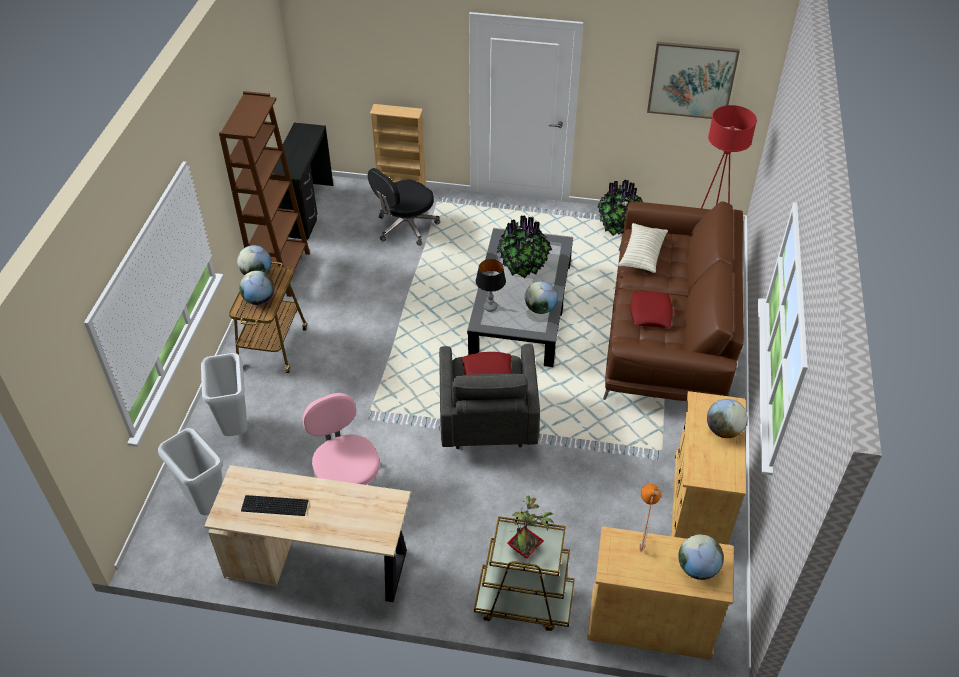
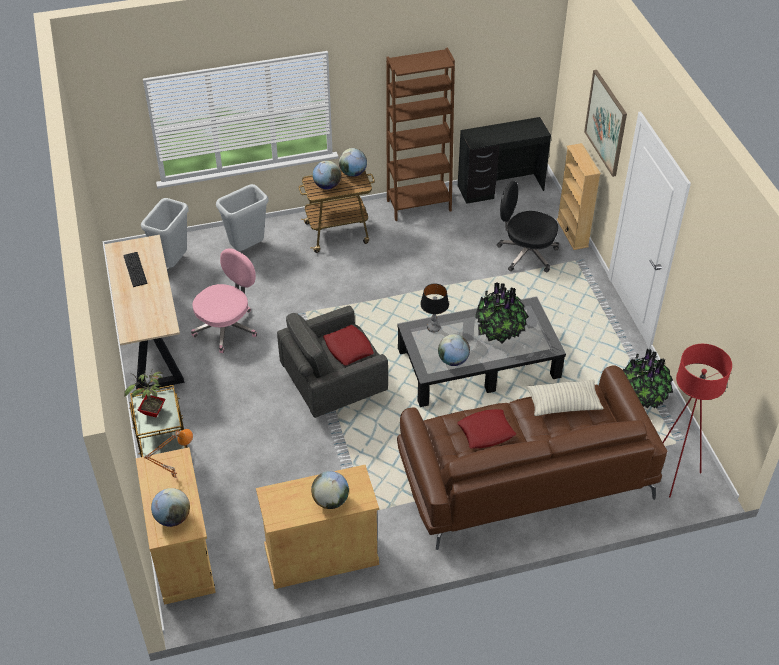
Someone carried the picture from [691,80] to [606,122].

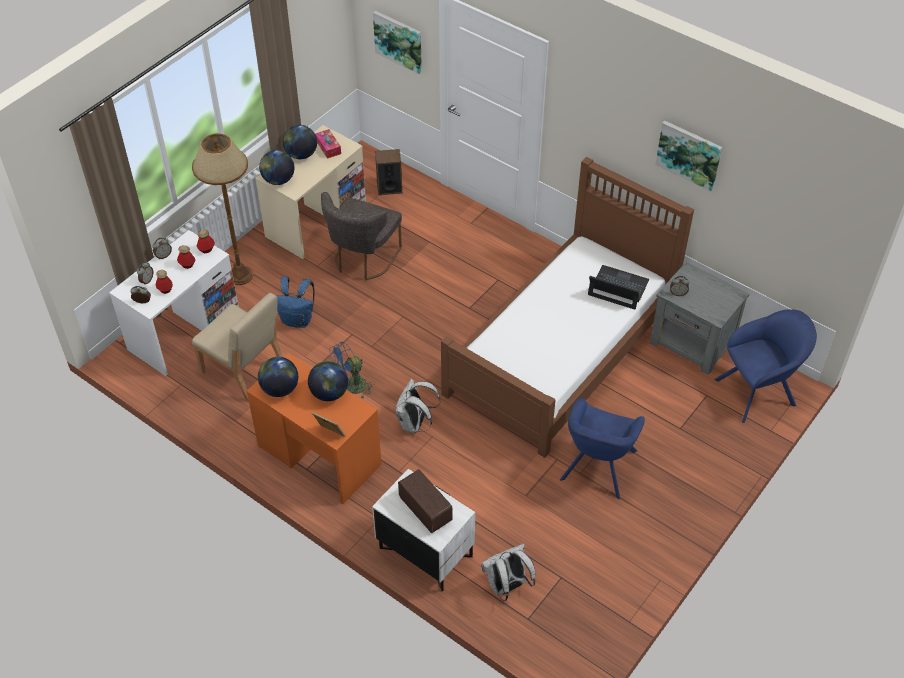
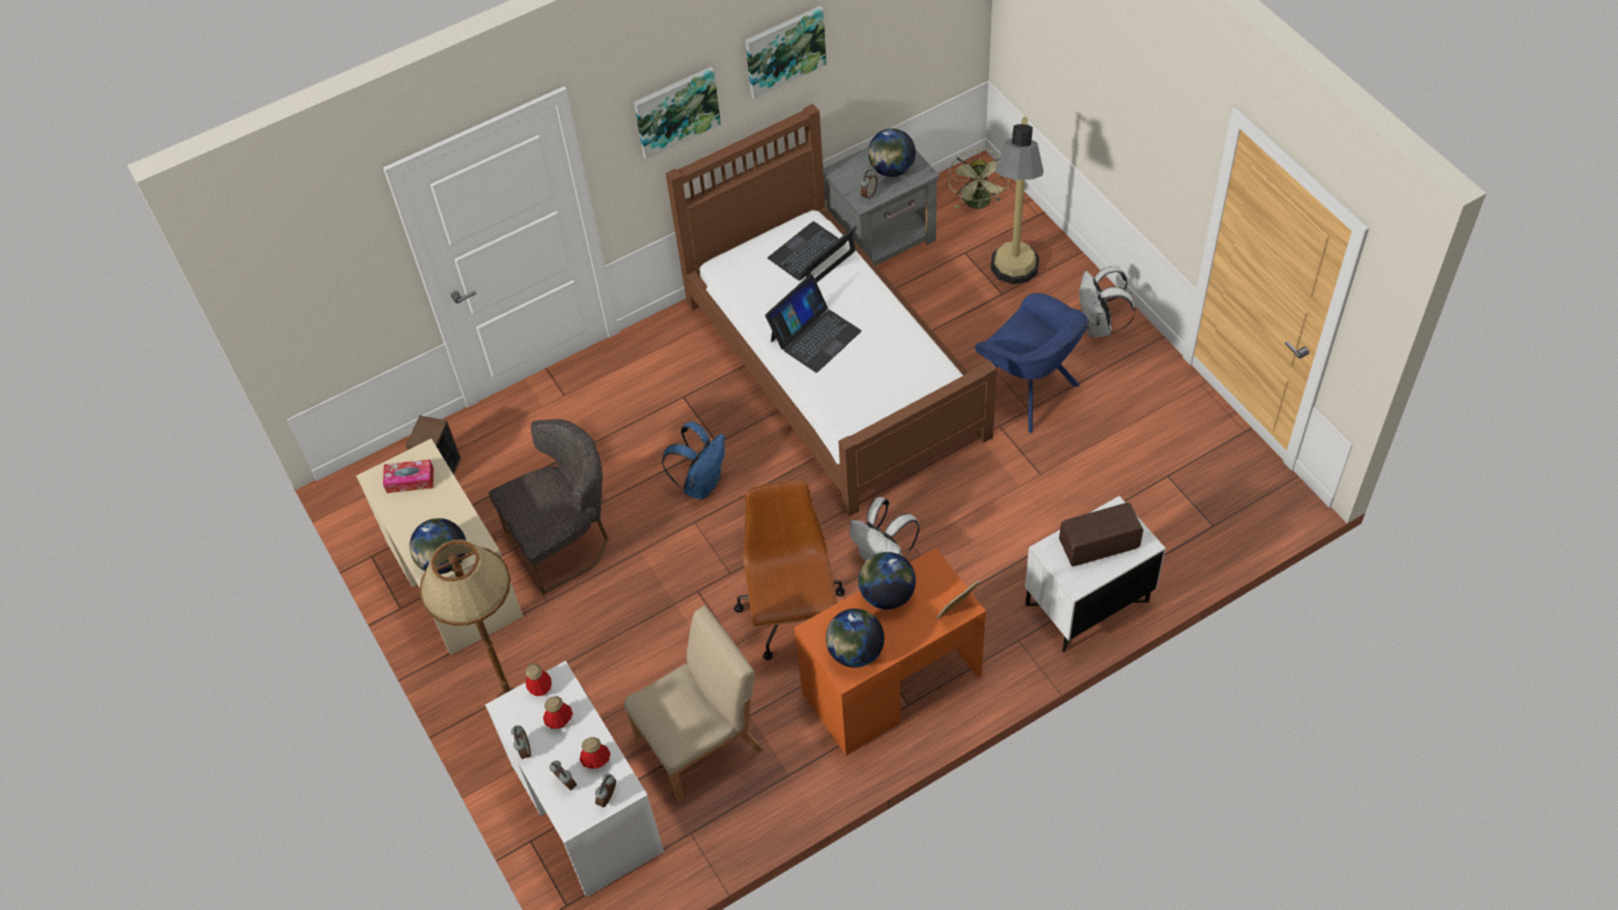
Someone rotated the grey chair at [363,260] by 75 degrees counterclockwise.
Someone carried the picture from [399,41] to [676,111].
Someone carried the blue backpack from [298,320] to [702,483].
Someone swapped the blue fan at [351,388] for the brown office chair at [793,616].
Someone put down the laptop at [814,335].
Someone carried the globe from [301,154] to [891,169].
Someone swapped the blue armchair at [759,391] for the green fan at [979,204].
Someone put down the floor lamp at [1012,283].
Someone carried the white backpack from [507,586] to [1099,326].

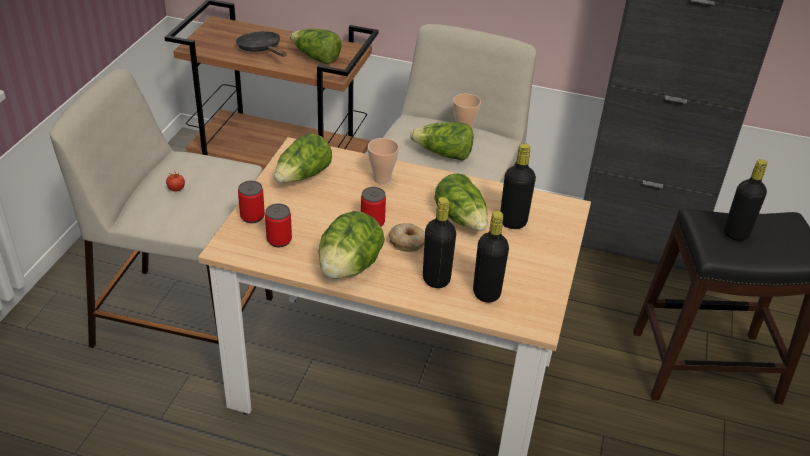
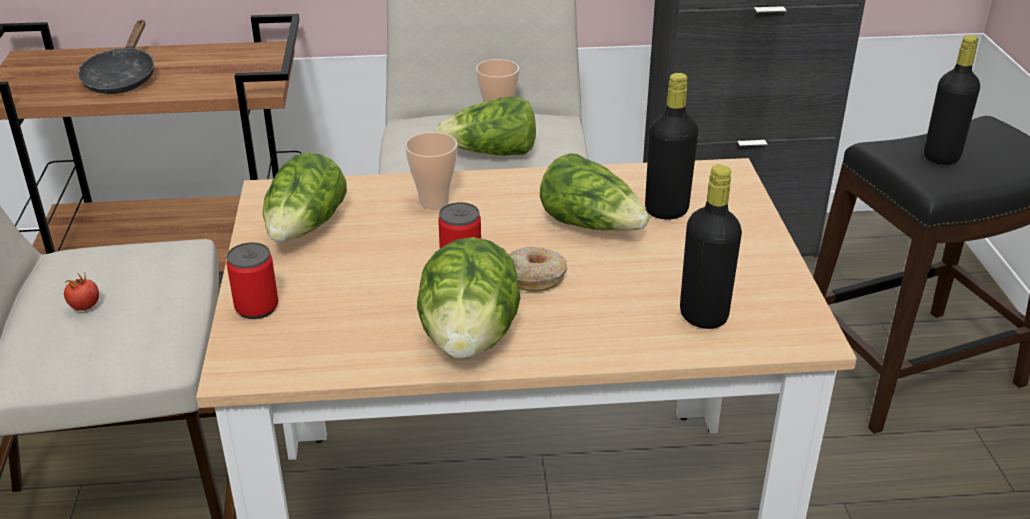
Someone rotated the black frying pan at [261,49] by 120 degrees counterclockwise.
Someone took away the can at [279,240].
Someone took away the lettuce at [316,58].
Someone took away the black bottle at [436,279].

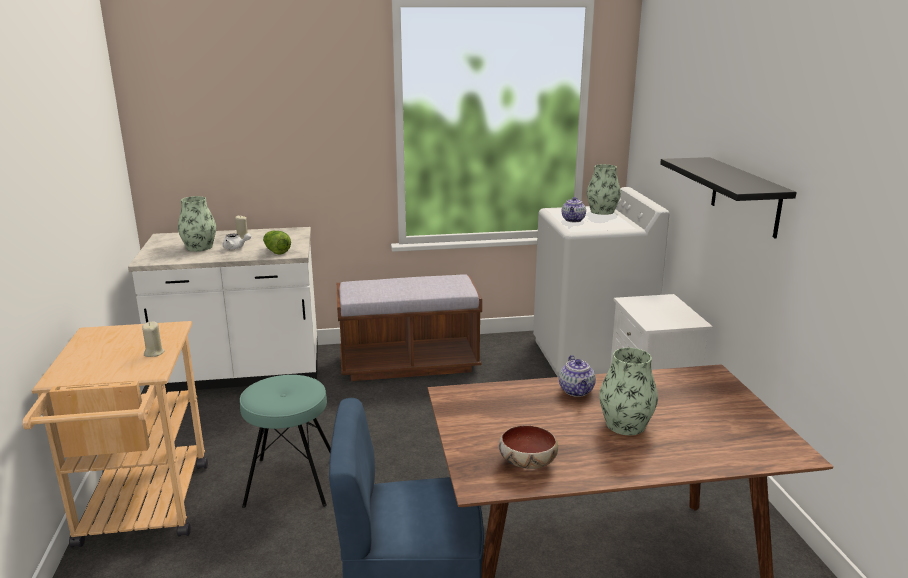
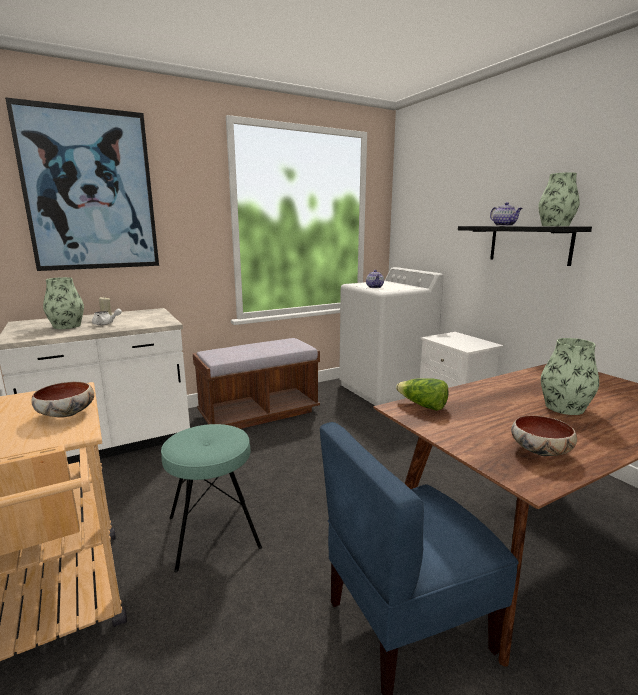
Someone put up the picture at [90,191].
Someone swapped the beige candle at [154,353] for the bowl at [67,414].
Someone carried the lettuce from [276,251] to [422,406].
Someone carried the teapot from [577,391] to [504,225].
Someone carried the vase from [602,211] to [555,226].

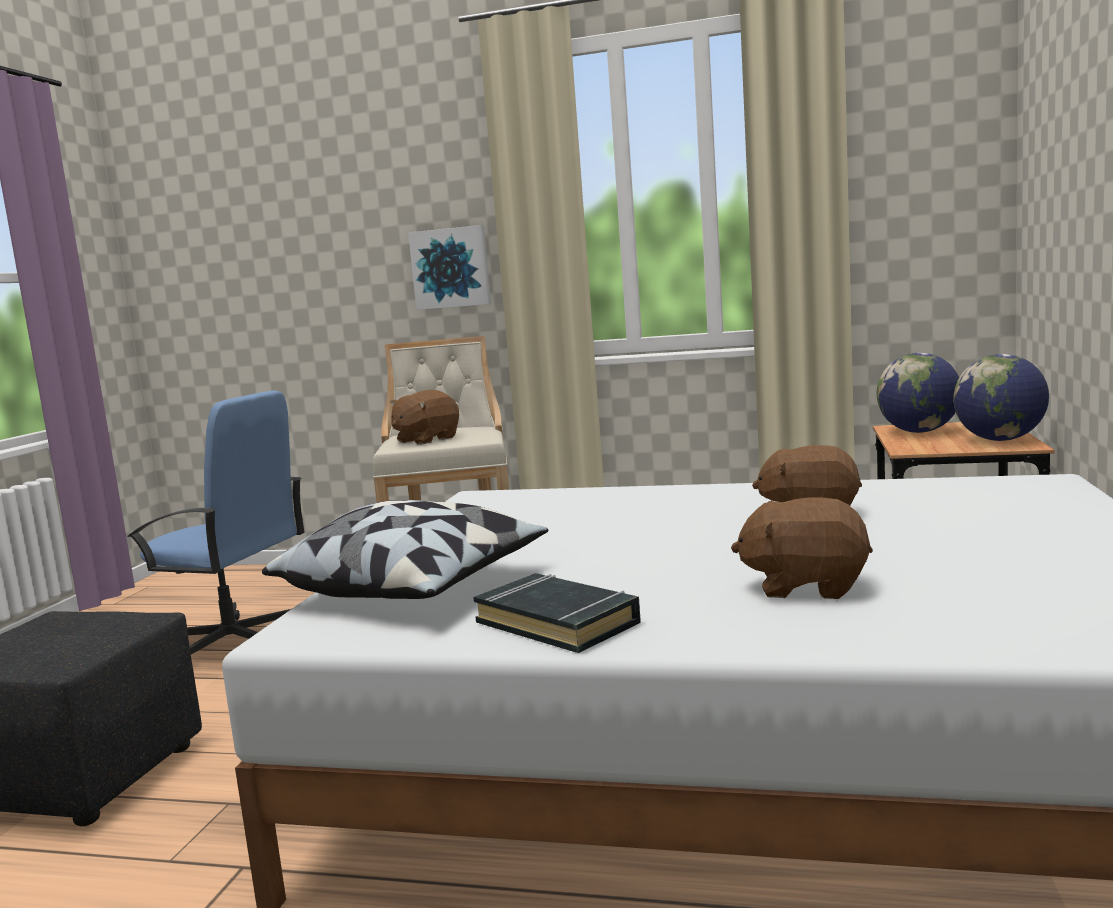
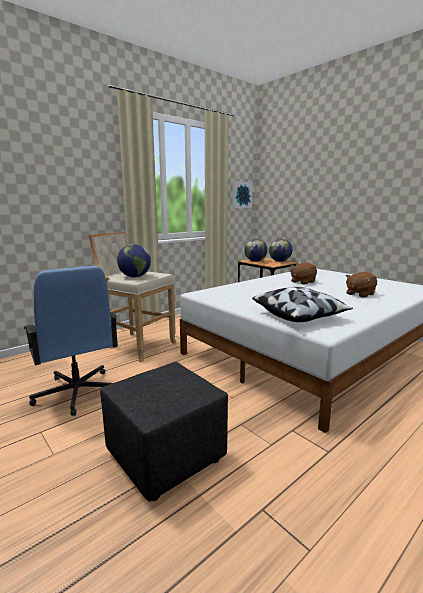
Someone rotated the blue office chair at [233,644] by 90 degrees clockwise.
Someone swapped the brown plush toy at [426,440] for the globe at [135,277].
Someone carried the picture from [451,268] to [241,195].
Someone took away the black book at [558,622].

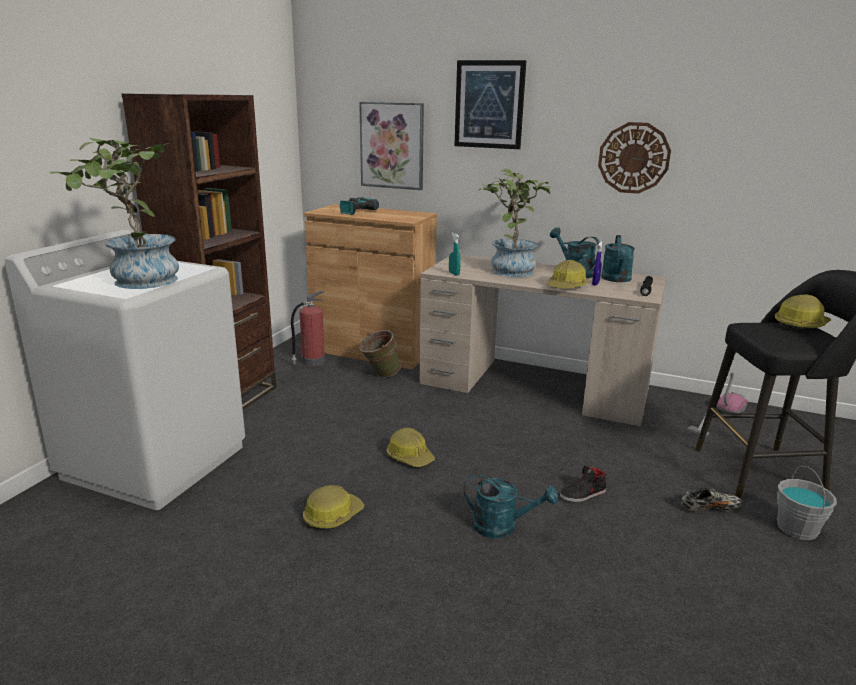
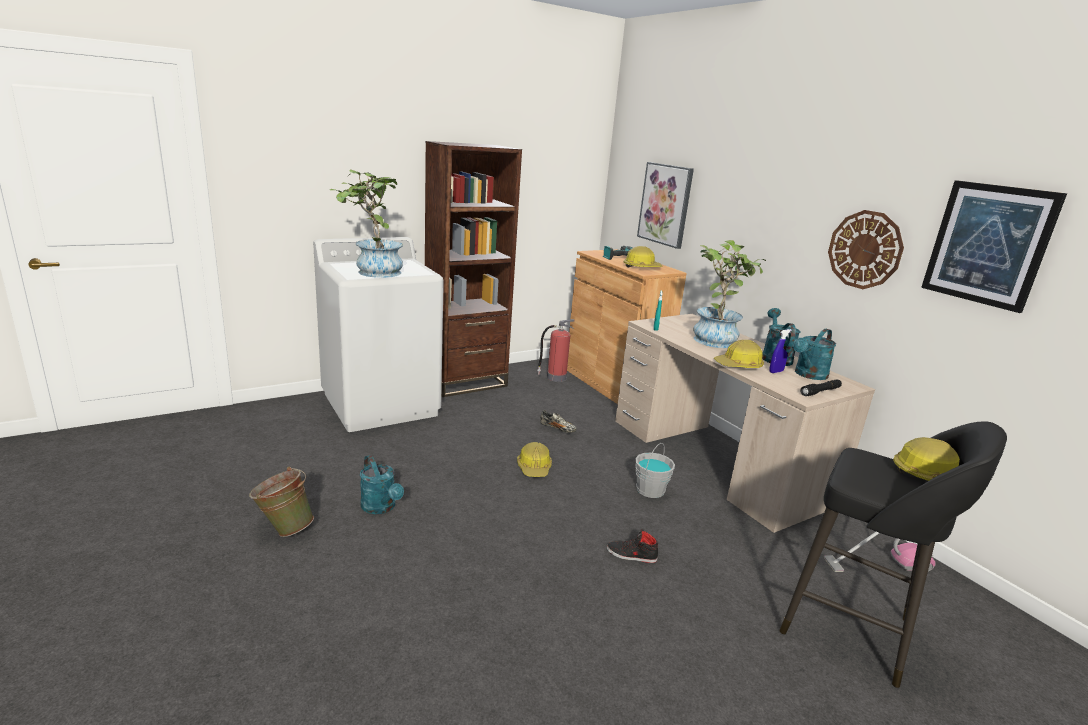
Someone carried the green bucket from [379,375] to [284,528].
Someone carried the turquoise watering can from [502,527] to [381,507].
Someone carried the shoe from [709,508] to [557,429].
Someone carried the hard hat from [332,516] to [641,267].
Someone carried the grey bucket from [797,528] to [650,490].
Someone carried the picture from [489,105] to [988,244].

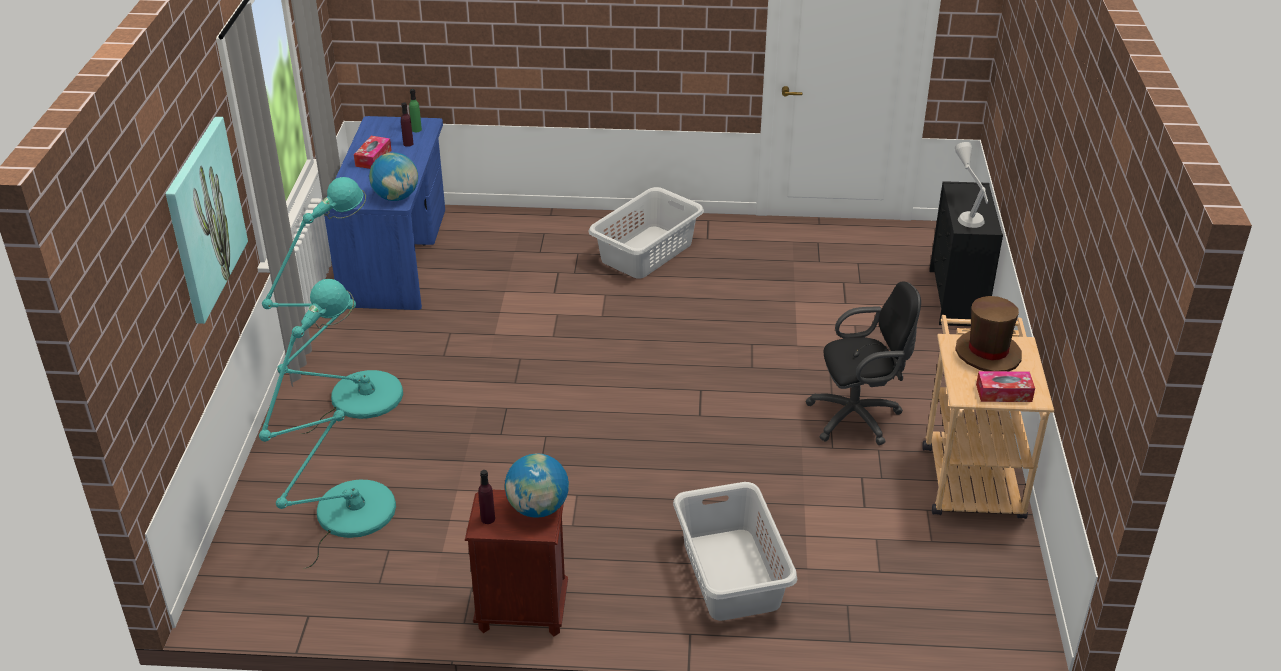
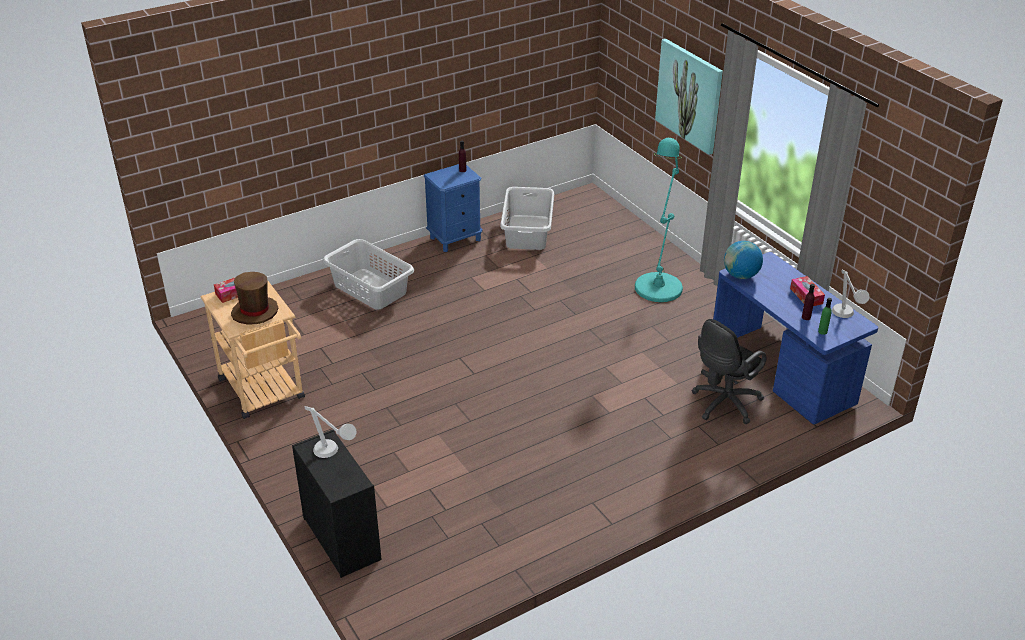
Someone repainted the brown nightstand at [522,612], which became the blue nightstand at [455,239].
Someone carried the grey laundry basket from [645,252] to [528,232].
Someone carried the black office chair from [859,417] to [723,404].
Someone put down the grey table lamp at [845,318].
Someone took away the turquoise floor lamp at [348,516].
Someone took away the globe at [538,508].

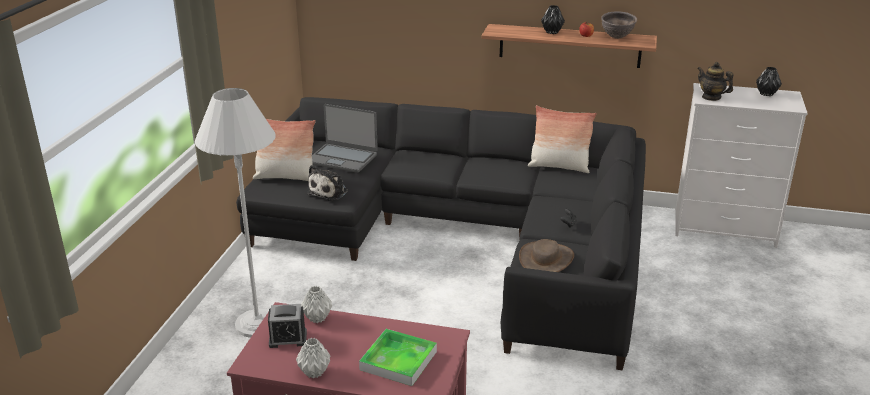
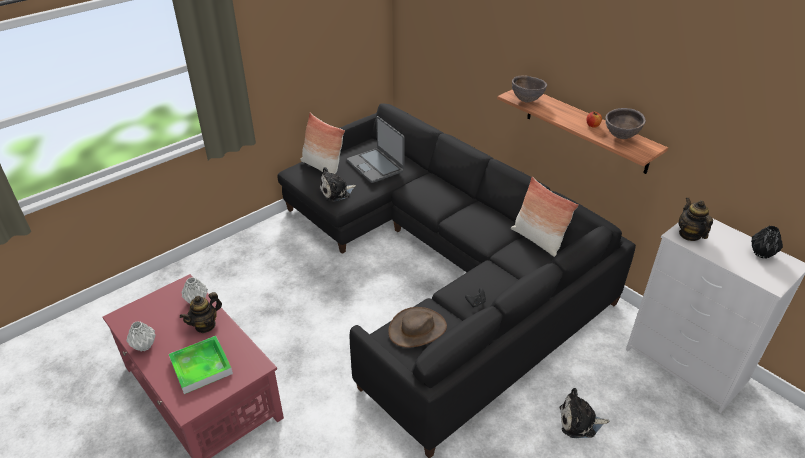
Someone put down the teapot at [205,325].
Someone put down the brown bowl at [527,100].
Someone put down the plush toy at [580,422].
Someone took away the white floor lamp at [257,324].
Someone took away the alarm clock at [288,338].
Someone took away the black vase at [552,32].

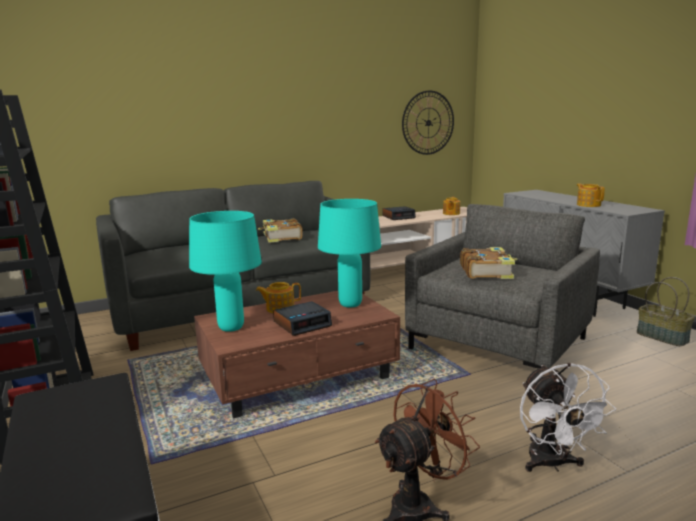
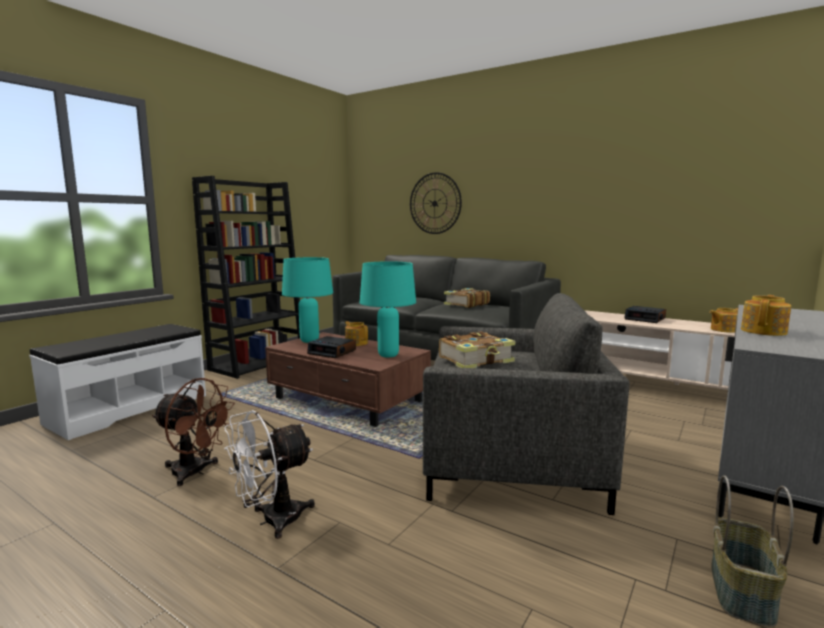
Someone carried the wall clock from [428,123] to [435,203].

